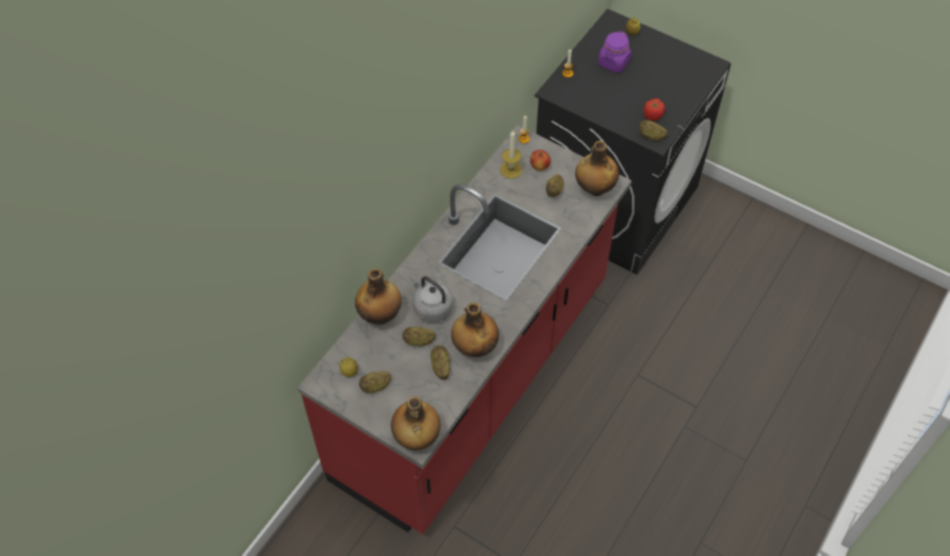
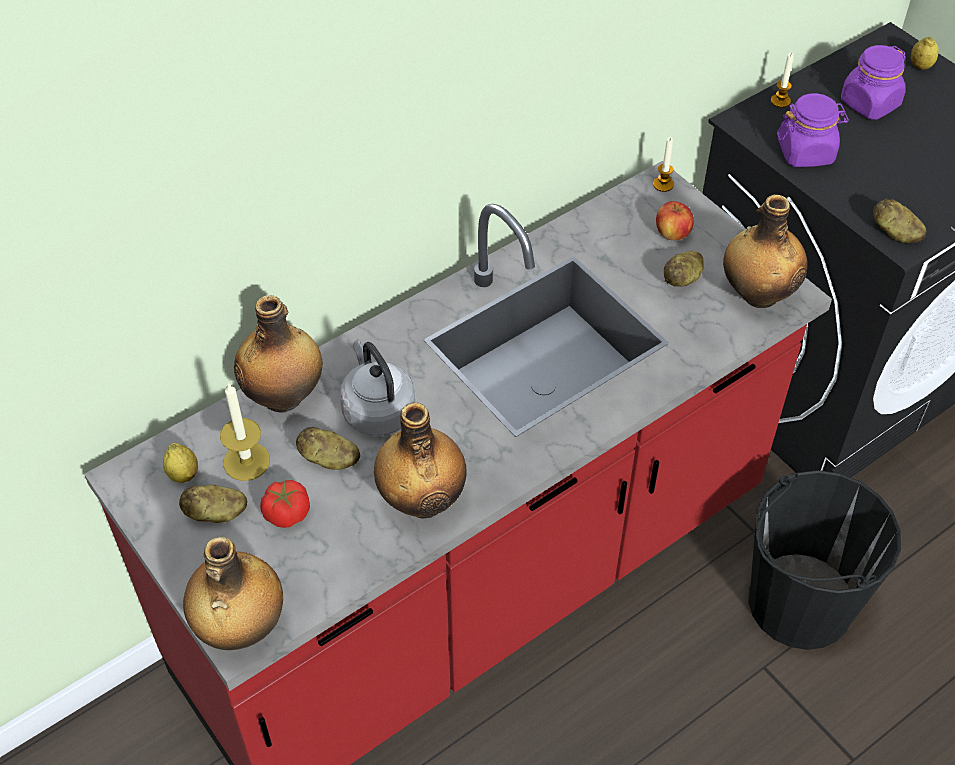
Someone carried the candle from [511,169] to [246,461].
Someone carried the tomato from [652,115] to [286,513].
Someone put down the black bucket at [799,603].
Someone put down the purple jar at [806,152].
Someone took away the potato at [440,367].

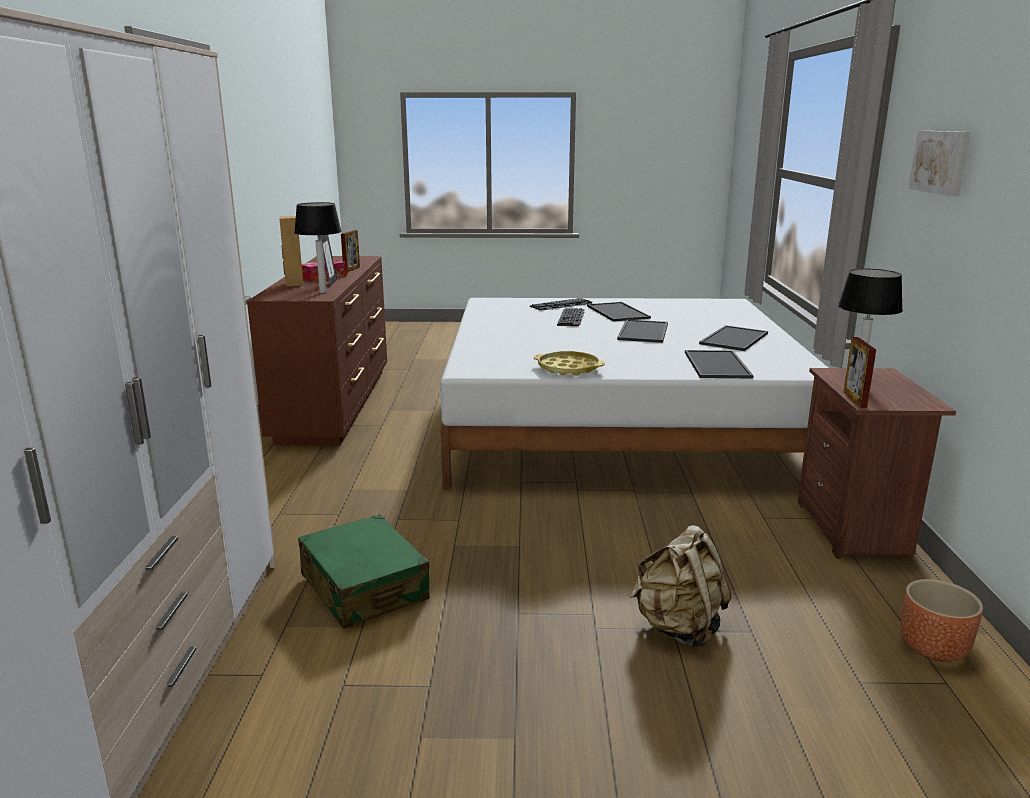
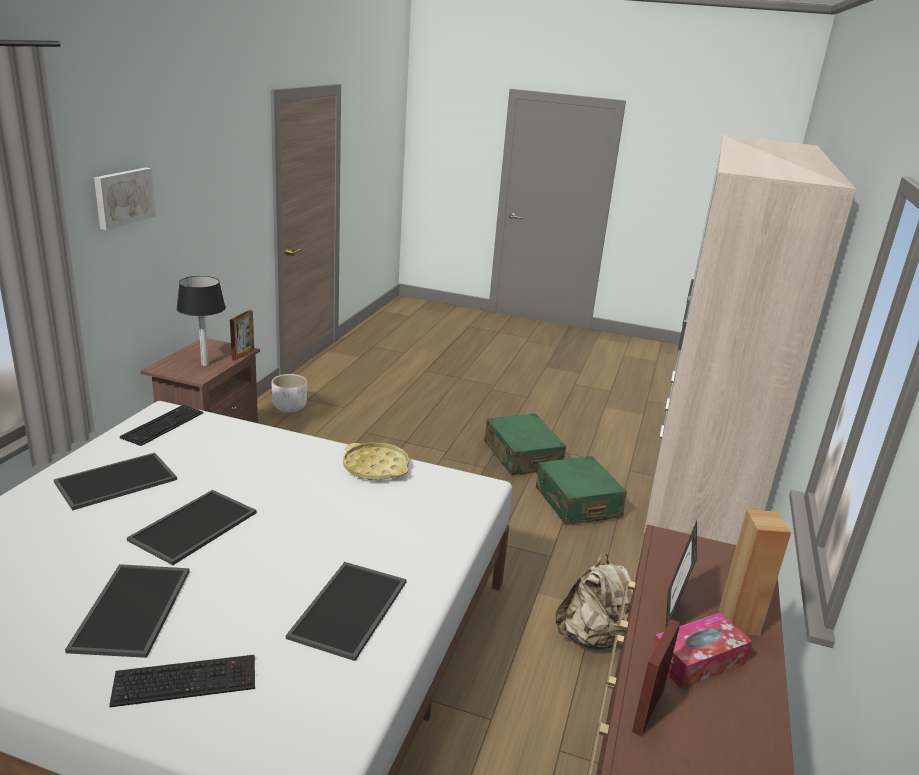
Someone carried the keyboard from [572,318] to [163,424].
Someone repainted the brown planter at [933,649], which became the white planter at [289,408].
Someone carried the tray from [715,364] to [350,610].
Someone put down the green suitcase at [522,456].
Someone carried the beige backpack from [678,628] to [595,637].
Someone took away the table lamp at [323,292].

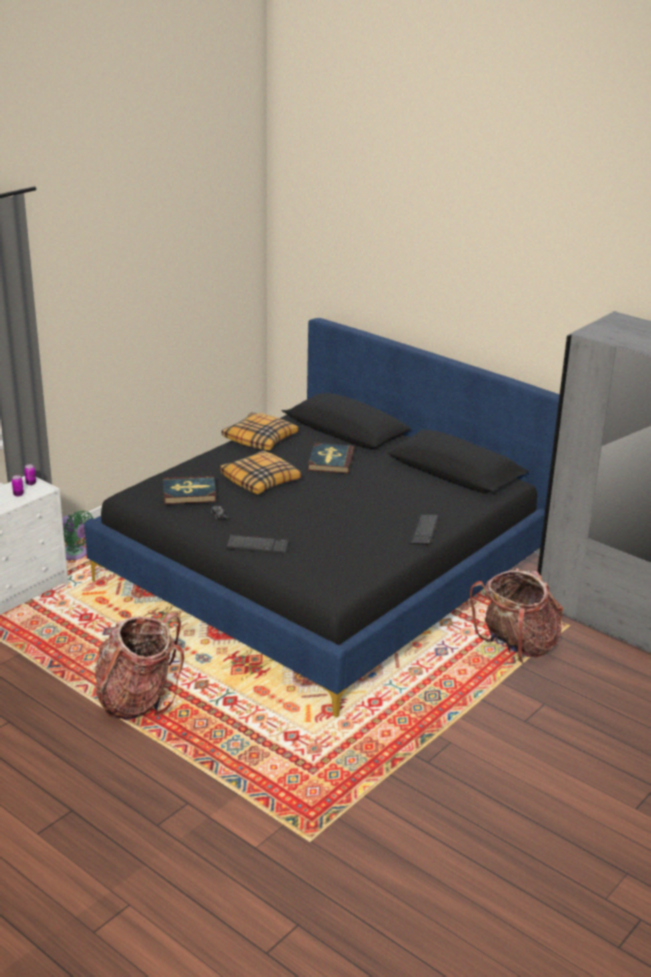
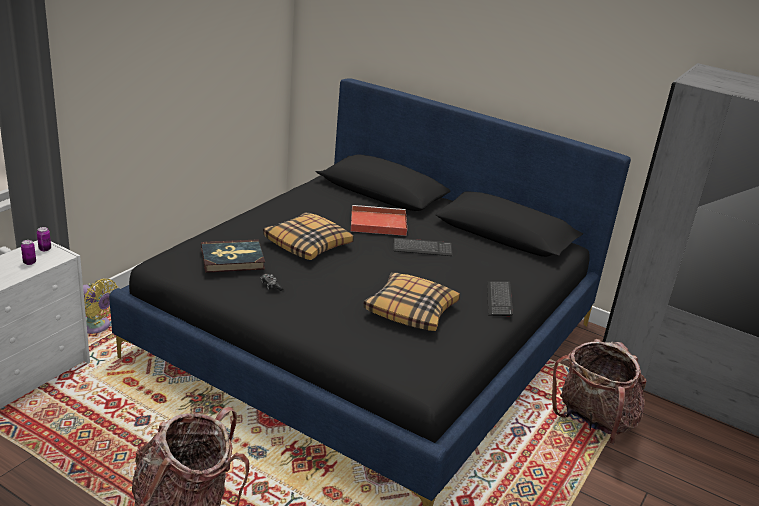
Someone repainted the green fan at [75,554], which became the yellow fan at [96,327].
Someone swapped the book at [330,461] for the red tray at [377,223].
Someone carried the pillow from [260,439] to [411,310].
Someone carried the keyboard from [257,546] to [422,248].

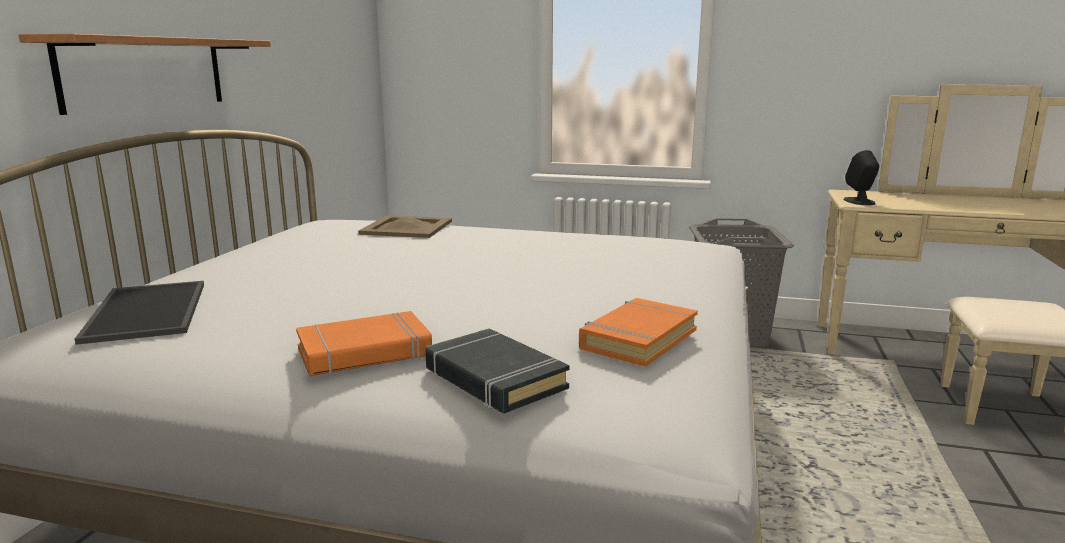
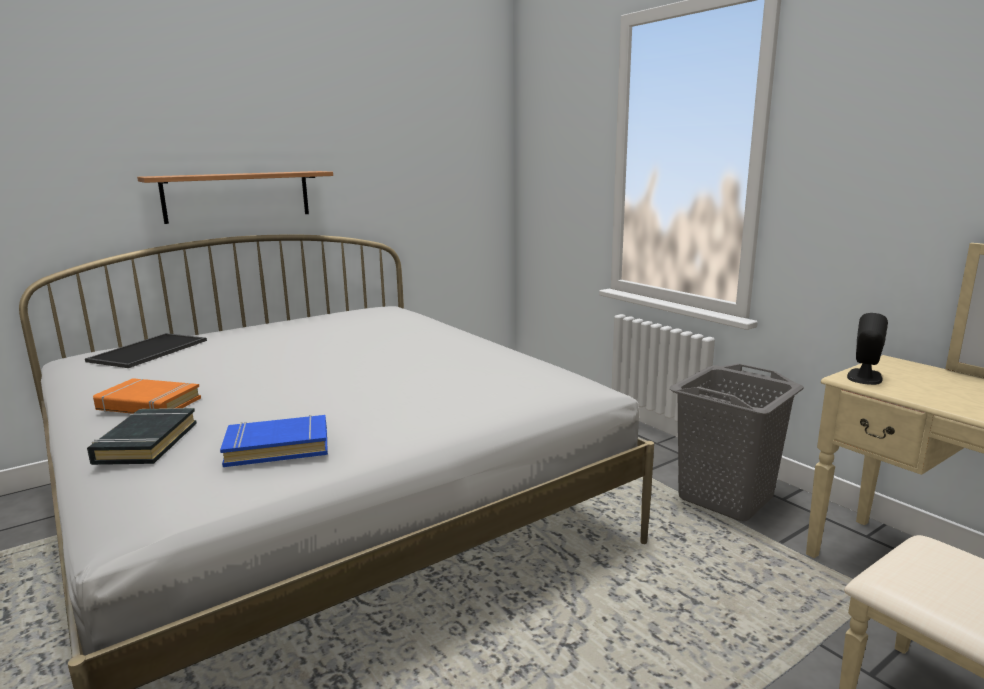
Someone repainted the orange book at [638,339], which became the blue book at [278,447].
Someone took away the beige tray at [406,227].

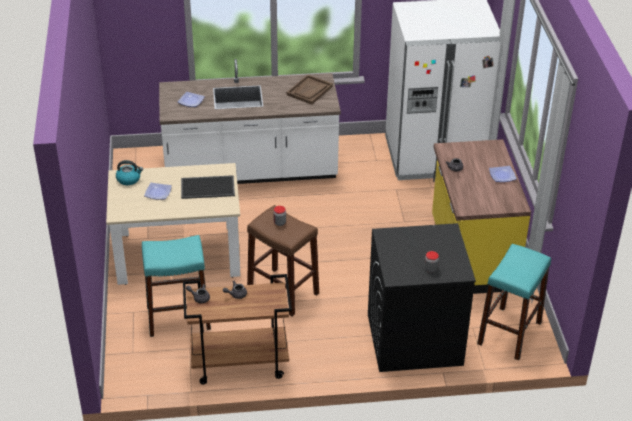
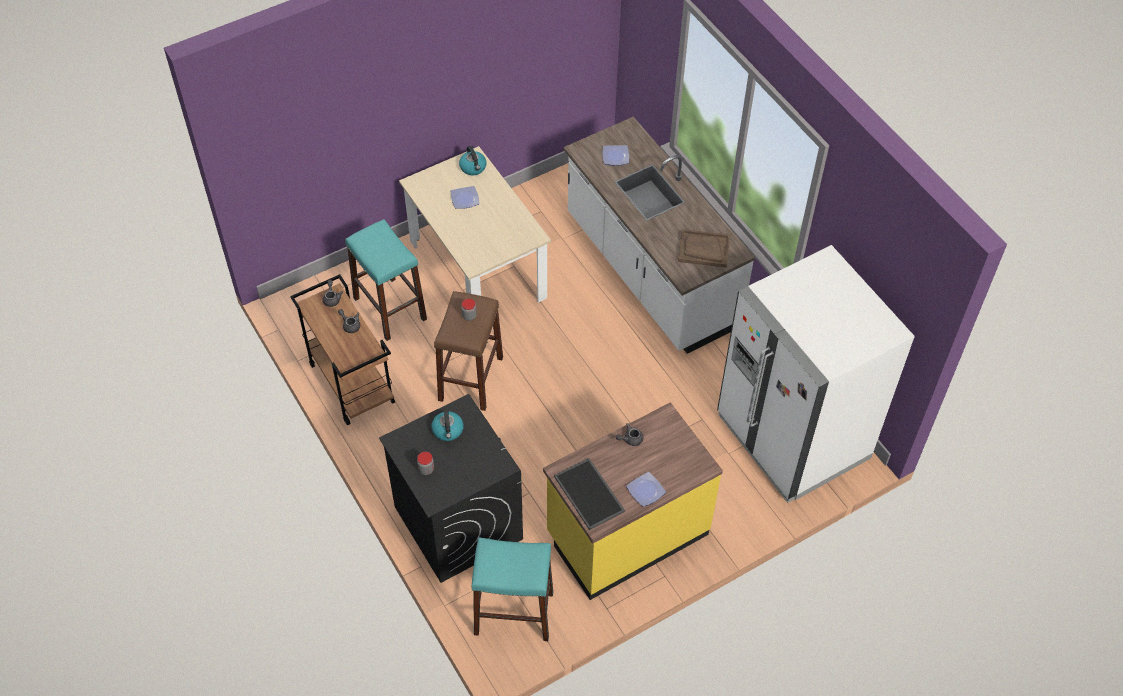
Someone put down the kettle at [448,430].
Someone carried the tray from [208,187] to [590,494].

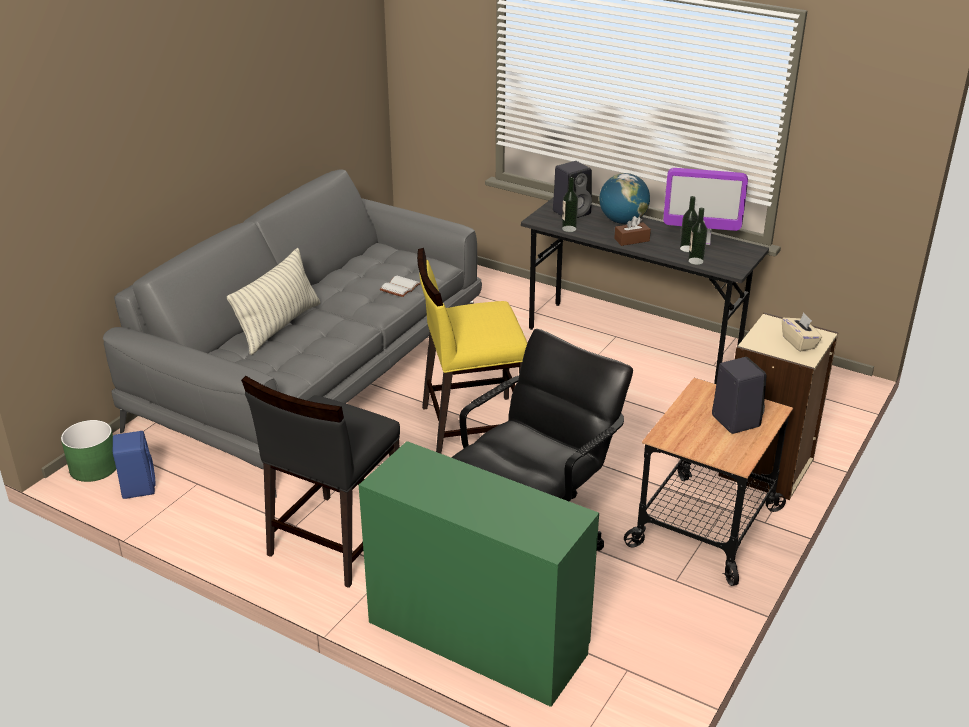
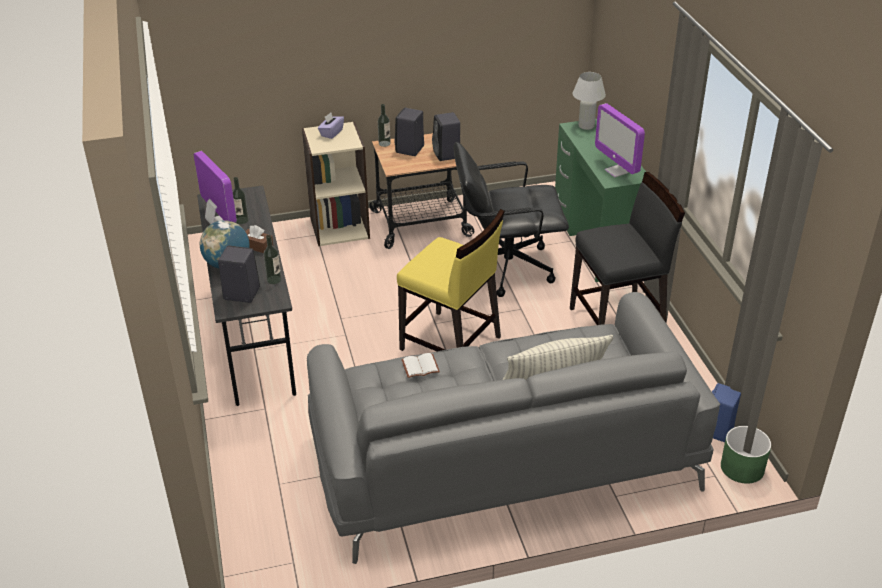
Someone repainted the beige tissue box at [799,342], which became the purple tissue box at [331,133].
Someone carried the bottle from [695,261] to [384,143].
Someone put down the black speaker at [447,154].
Someone put down the white table lamp at [586,126].
Someone put down the monitor at [617,171].

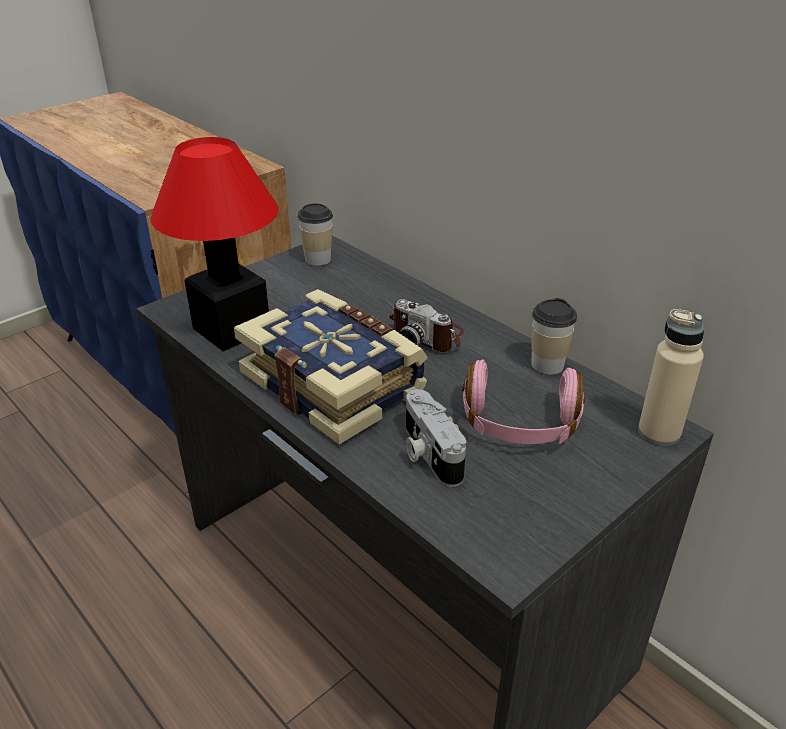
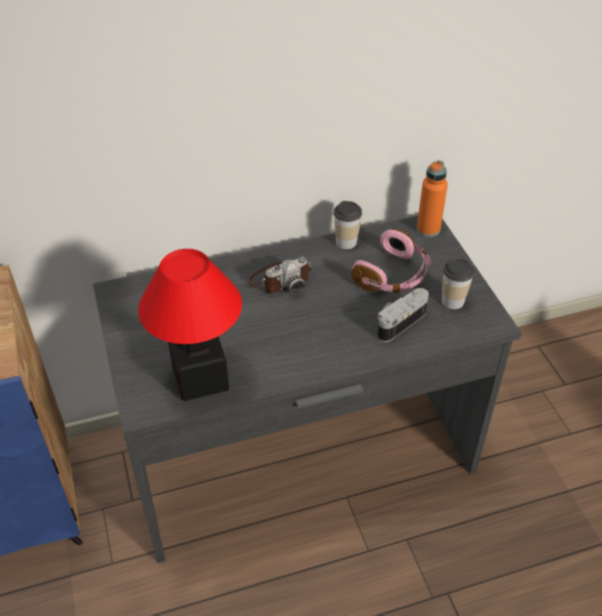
Someone rotated the photo camera at [428,454] by 135 degrees clockwise.
Someone repainted the beige bottle at [659,433], which became the orange bottle at [428,229].
Someone carried the cup from [318,259] to [453,301].
Someone took away the book at [335,384].

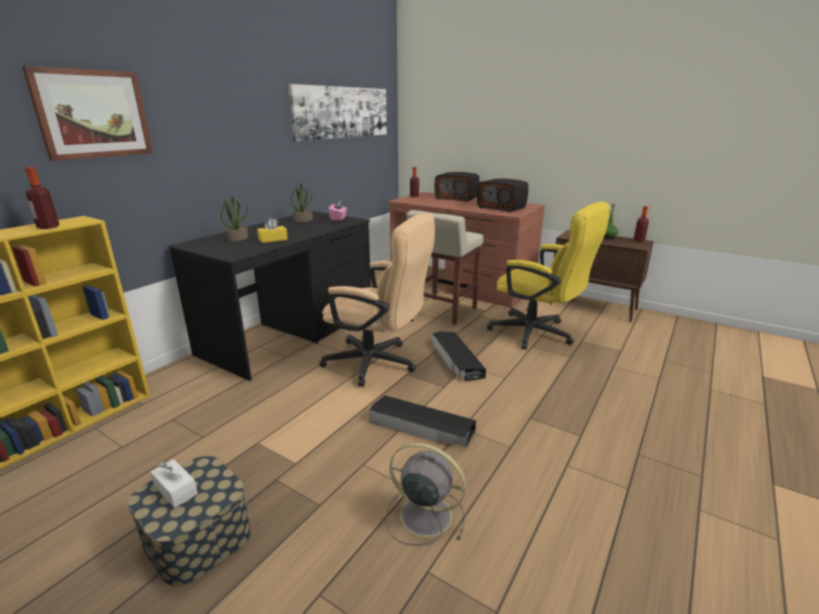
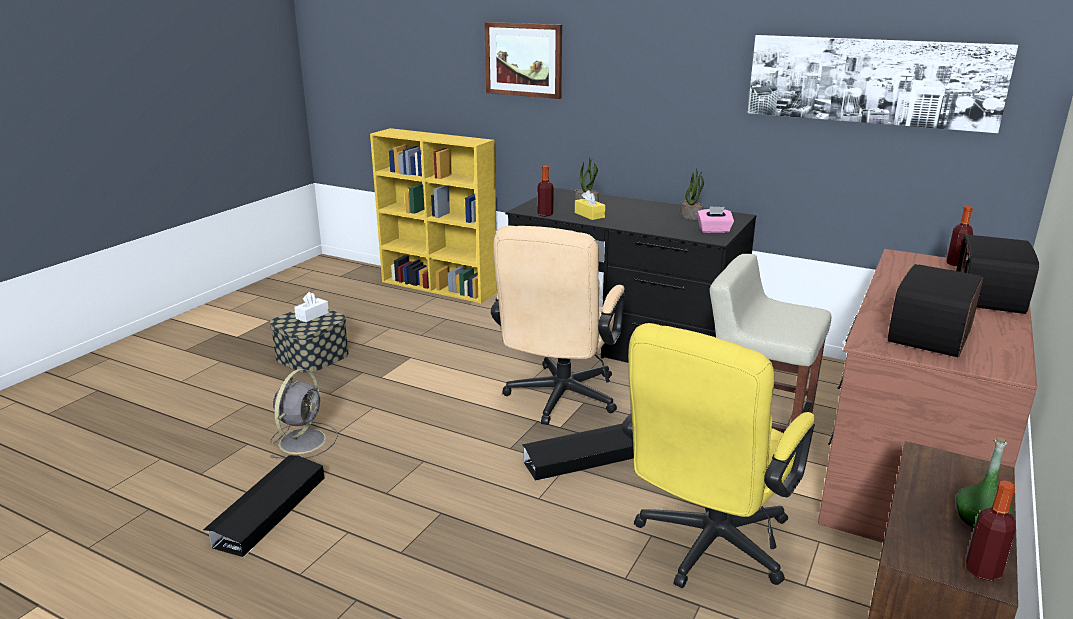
Someone carried the black storage box from [422,427] to [268,511].
Someone carried the bottle from [48,227] to [545,214].

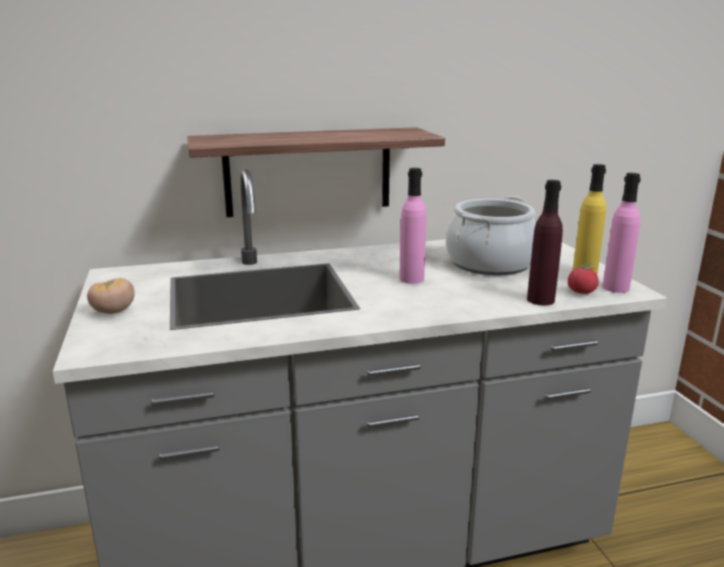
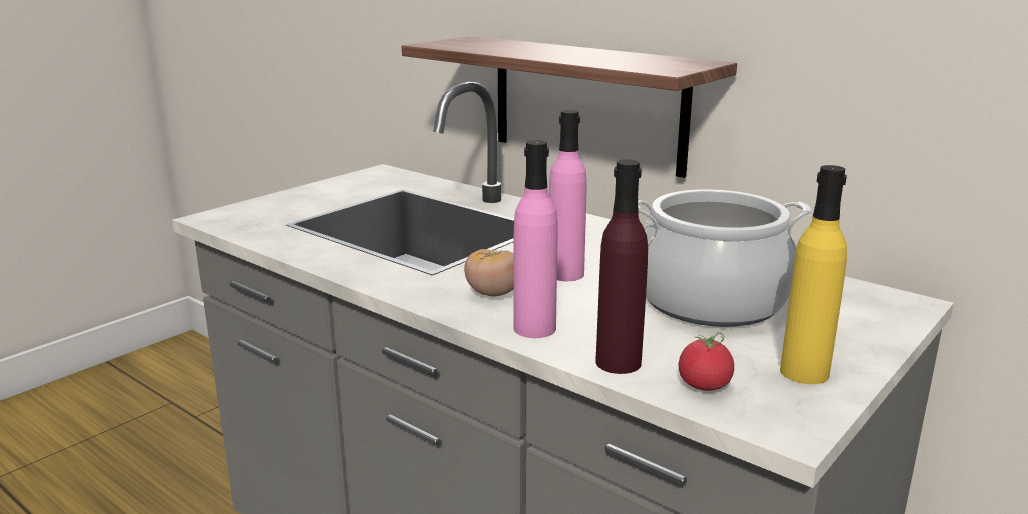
Someone carried the tomato from [113,312] to [493,294].
Someone carried the pink bottle from [615,288] to [534,328].

